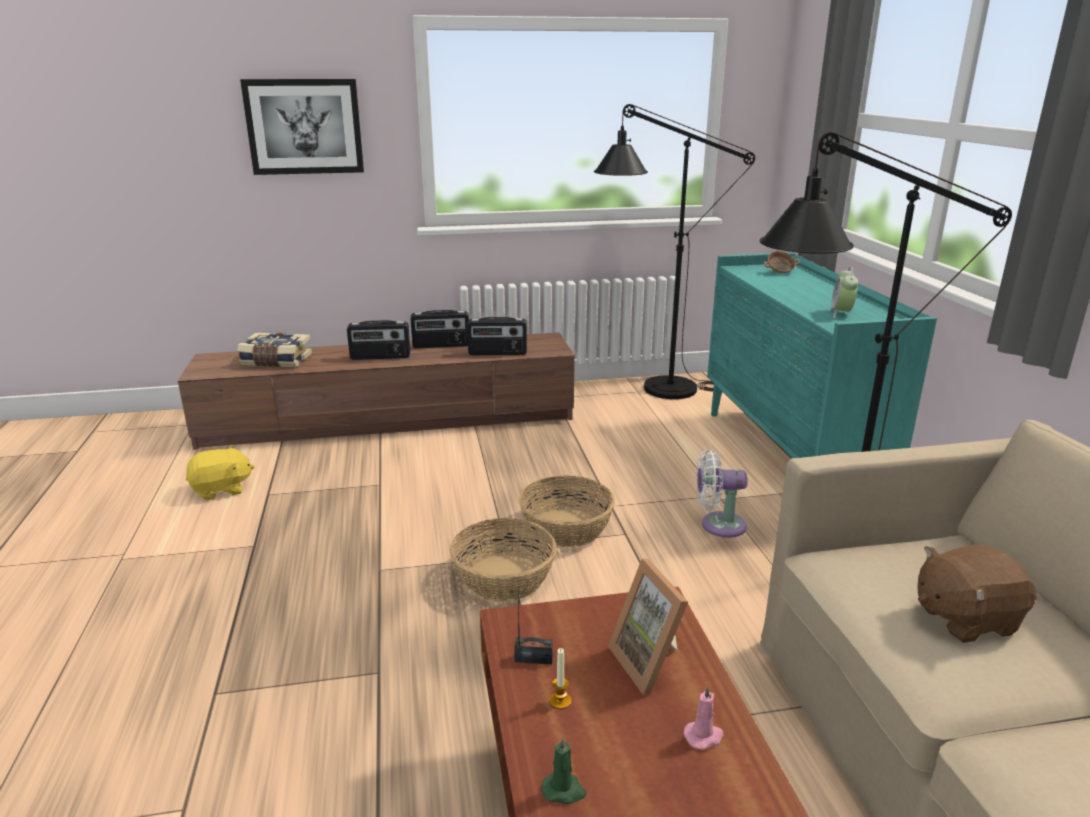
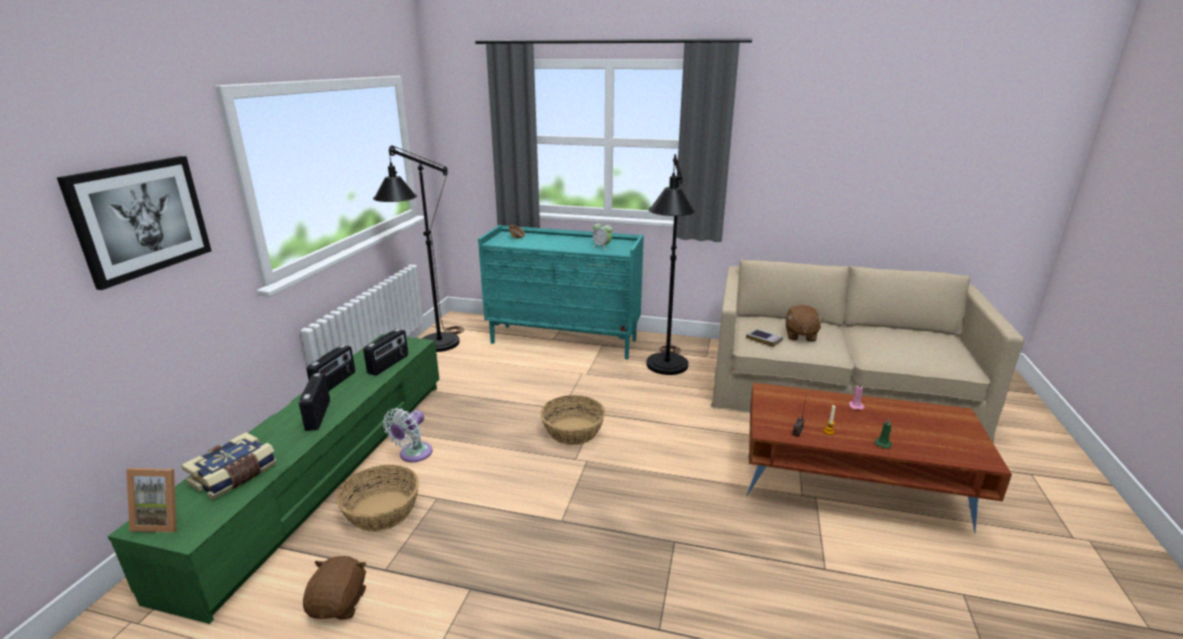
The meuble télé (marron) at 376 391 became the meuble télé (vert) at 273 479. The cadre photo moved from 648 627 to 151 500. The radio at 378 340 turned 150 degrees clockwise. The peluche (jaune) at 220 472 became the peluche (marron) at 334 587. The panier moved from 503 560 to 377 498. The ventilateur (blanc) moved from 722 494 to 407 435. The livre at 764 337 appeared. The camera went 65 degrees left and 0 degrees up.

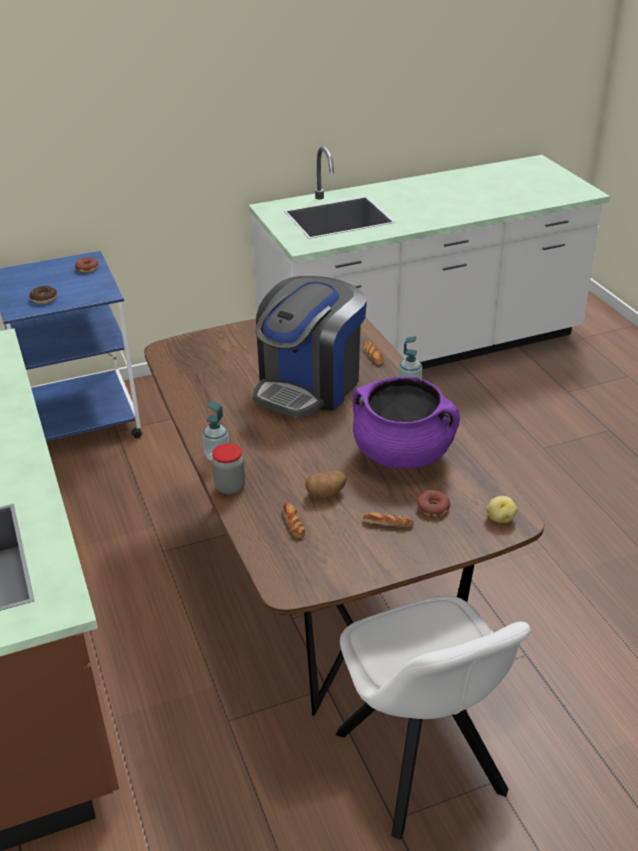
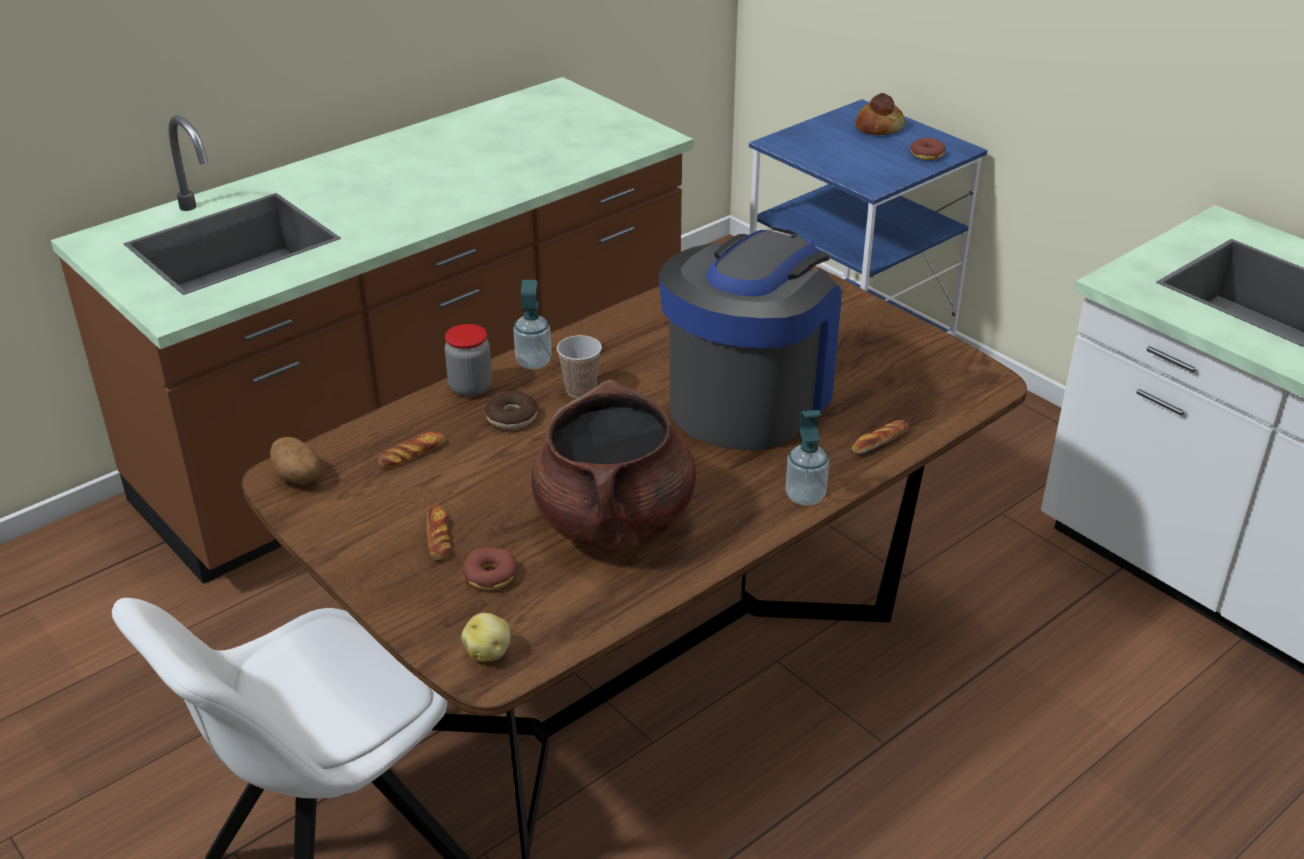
The pomme de terre moved from 326 484 to 295 461. The beignet moved from 43 295 to 511 410. The marmite (violet) at 406 422 became the marmite (marron) at 613 465. The tasse at 579 366 appeared. The machine à café at 310 347 turned 105 degrees clockwise. The pain at 880 114 appeared. The camera went 70 degrees right and 0 degrees up.

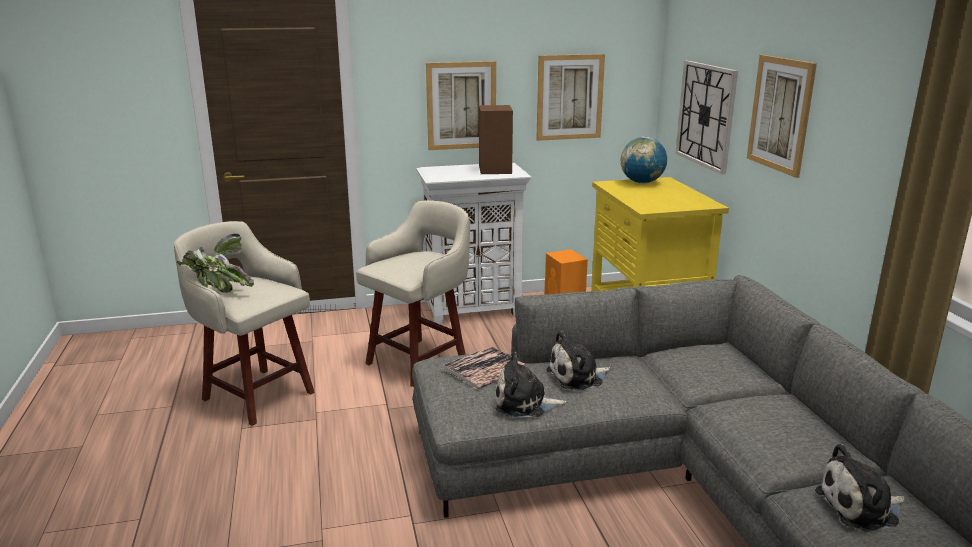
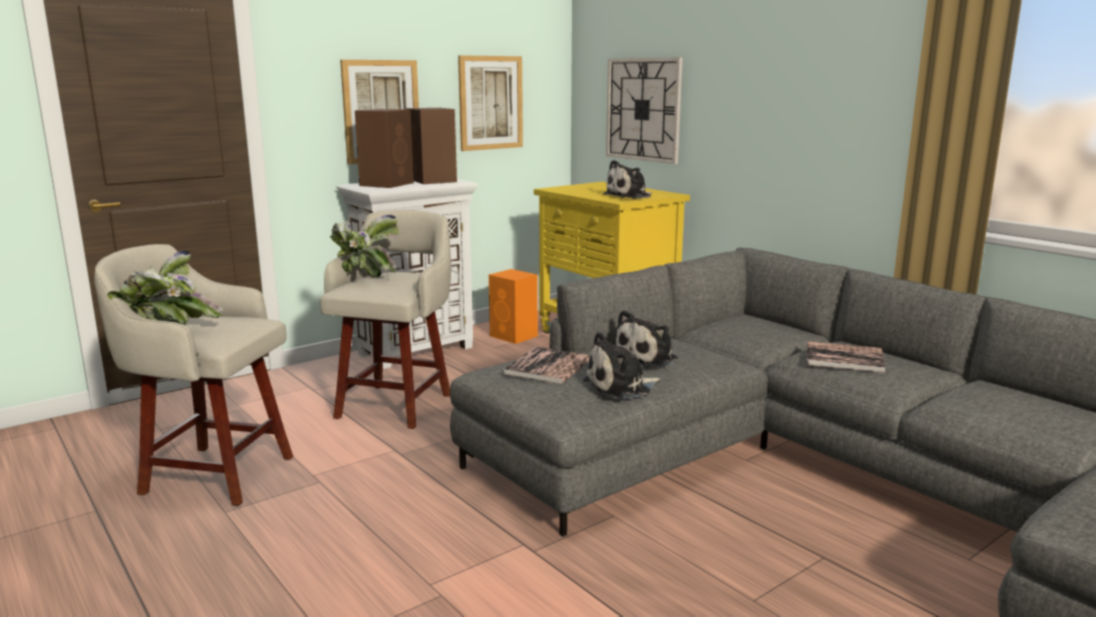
The plante en pot at 364 246 appeared. The enceinte (marron) at 384 148 appeared. The peluche moved from 860 487 to 627 179. The livre at 846 357 appeared. The globe at 644 160 disappeared. The tableau at 782 116 disappeared. The camera went 25 degrees left and 5 degrees down.

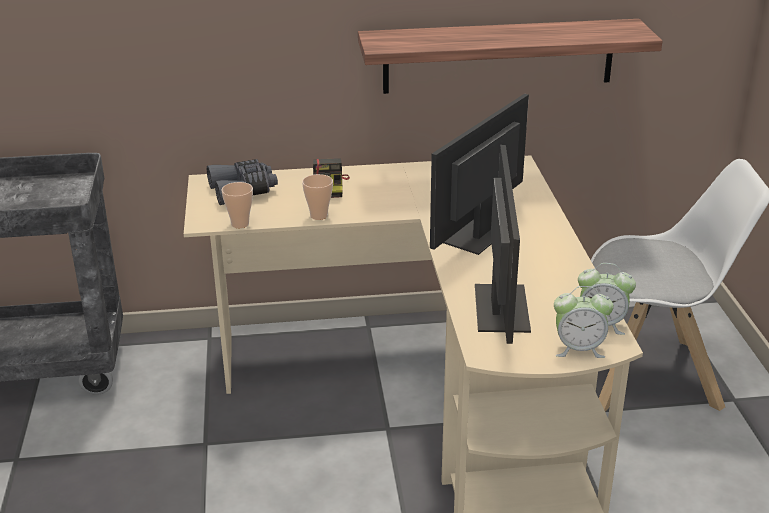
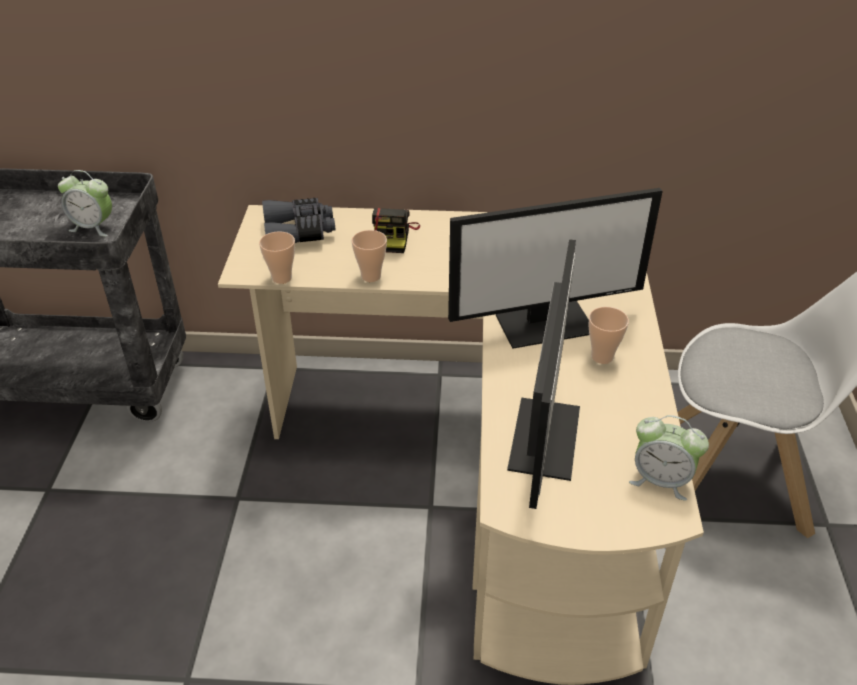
The réveil moved from 584 322 to 85 203. The écran d'ordinateur at 479 174 turned 150 degrees counterclockwise. The tasse at 608 335 appeared. The étagère at 510 56 disappeared. The camera went 10 degrees right and 10 degrees up.

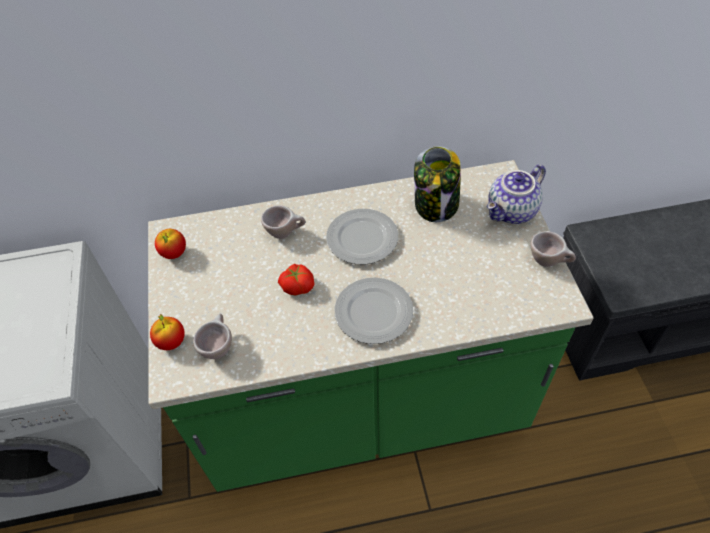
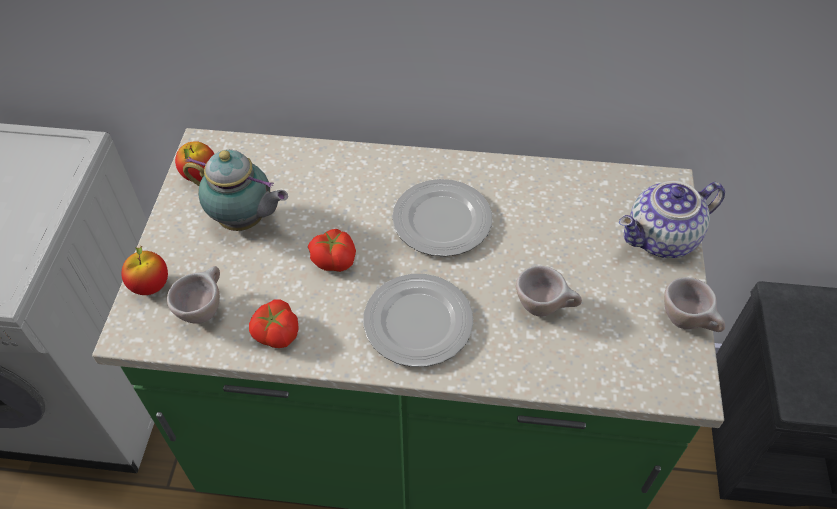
The théière at 235 190 appeared. The tomate at 273 323 appeared. The tasse (beige) moved from 283 222 to 549 291. The bocal at 437 184 disappeared. The camera went 15 degrees right and 0 degrees up.

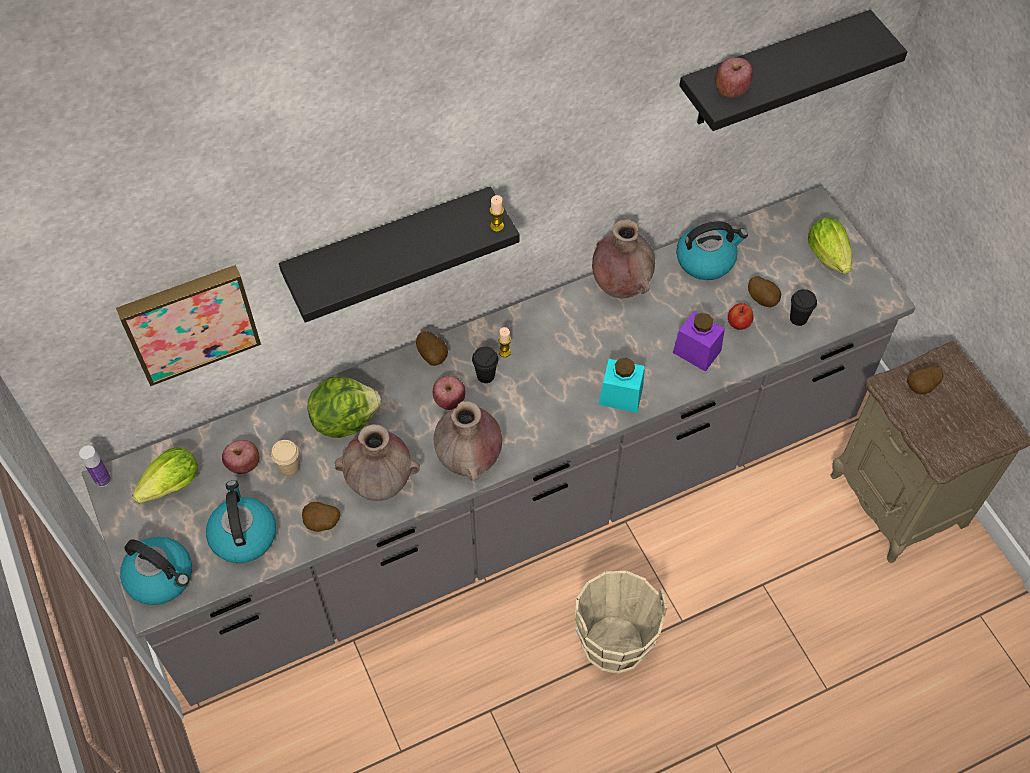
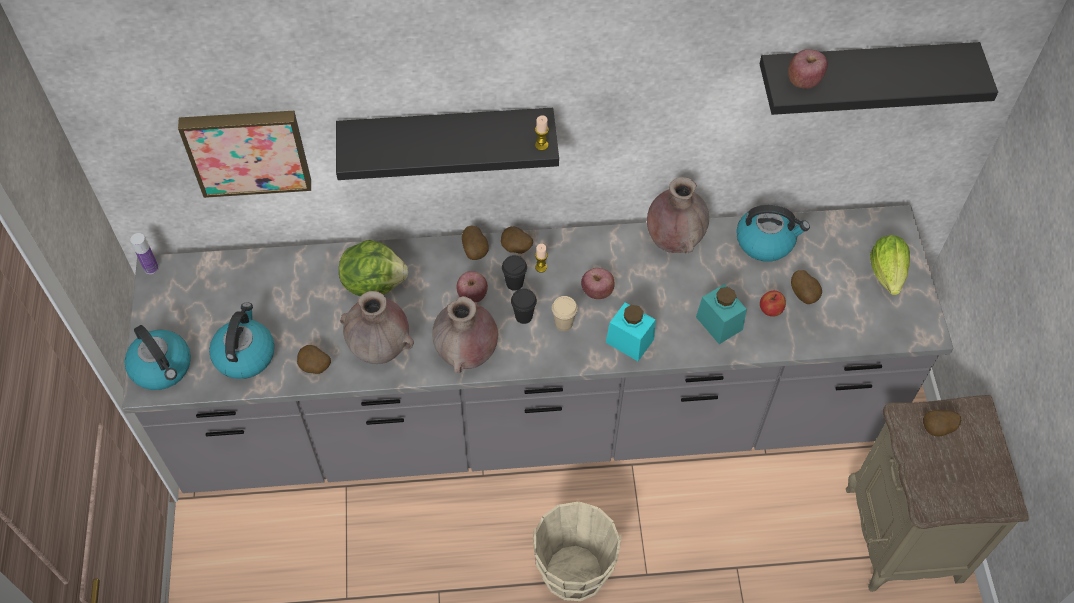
The pomme de terre at 517 240 appeared. The tasse (noir) moved from 803 307 to 524 306. The tasse (beige) moved from 285 458 to 565 313. The pomme moved from 240 457 to 597 283. The bocal (violet) at 699 342 became the bocal (turquoise) at 721 314. The laitue at 165 475 disappeared. The camera went 20 degrees right and 0 degrees up.

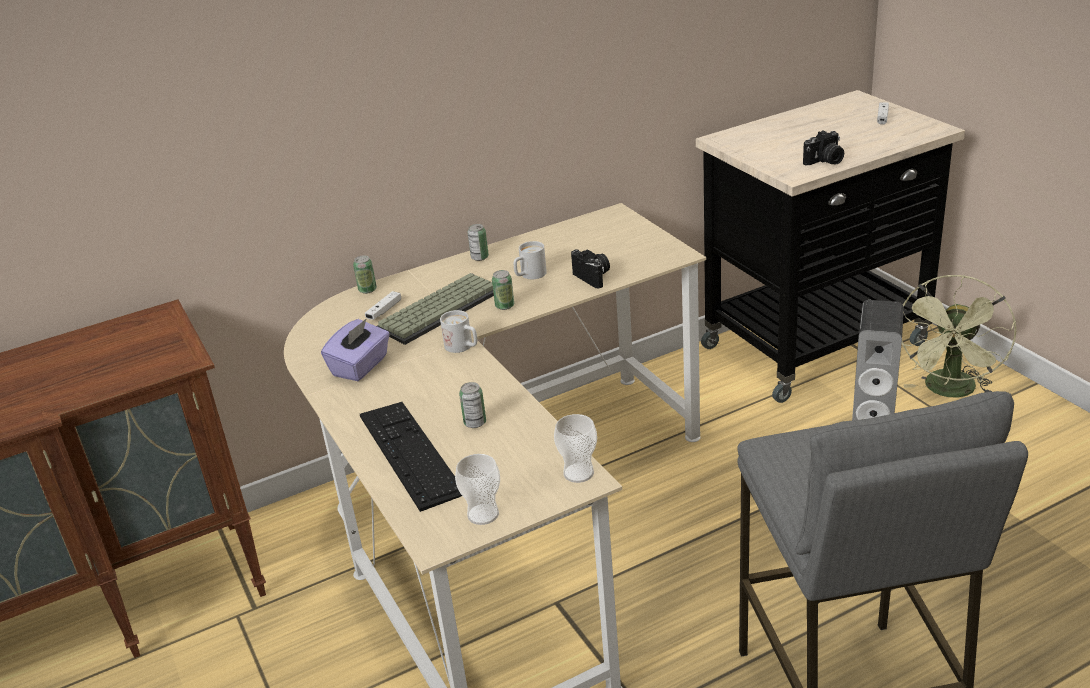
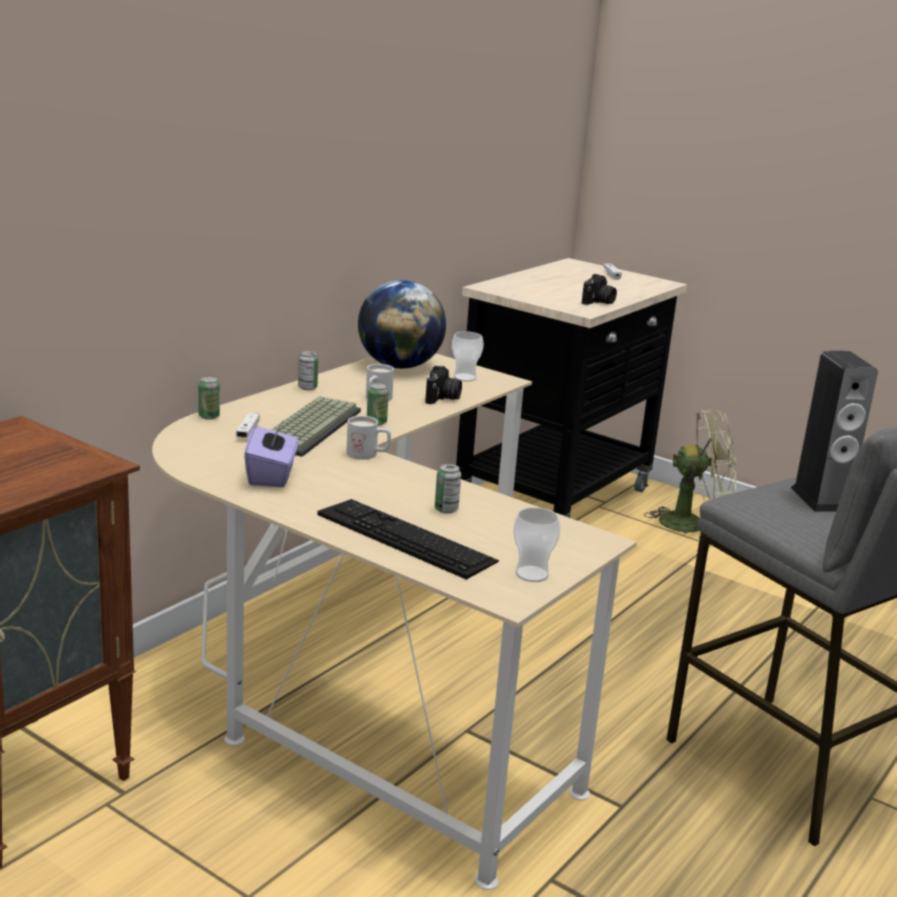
The globe at 402 324 appeared. The appareil photo at 590 268 turned 75 degrees clockwise. The tasse moved from 575 448 to 468 356. The ventilateur (vert) at 959 336 turned 90 degrees counterclockwise. The camera went 30 degrees left and 10 degrees down.

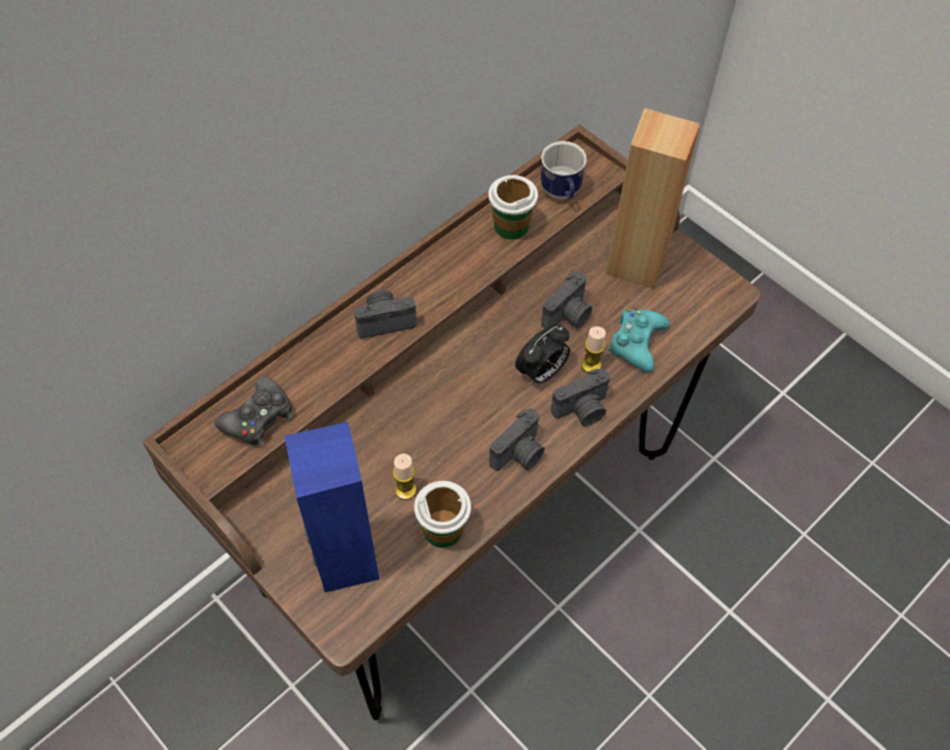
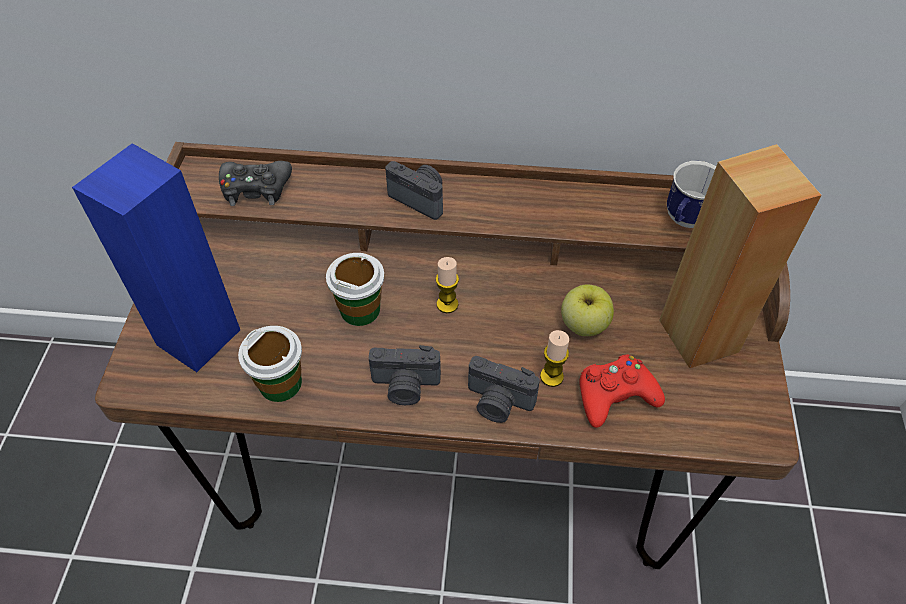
The tasse moved from 513 207 to 355 289. The bougie moved from 405 477 to 447 285. The appareil photo at 566 300 was replaced by the pomme at 587 310. The manette (turquoise) at 638 339 became the manette (rouge) at 622 391. The réveil at 542 354 disappeared. The camera went 50 degrees right and 5 degrees down.

